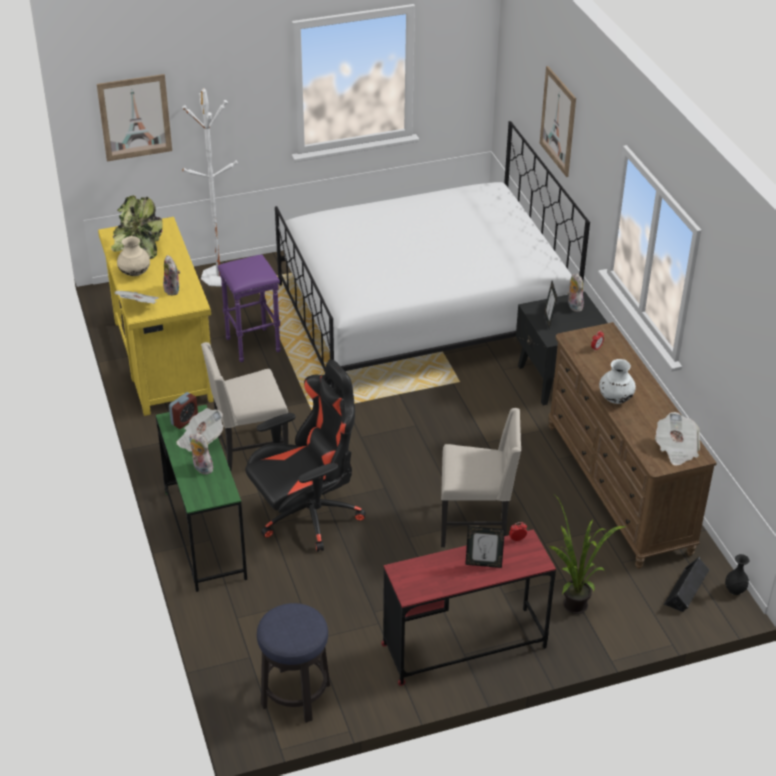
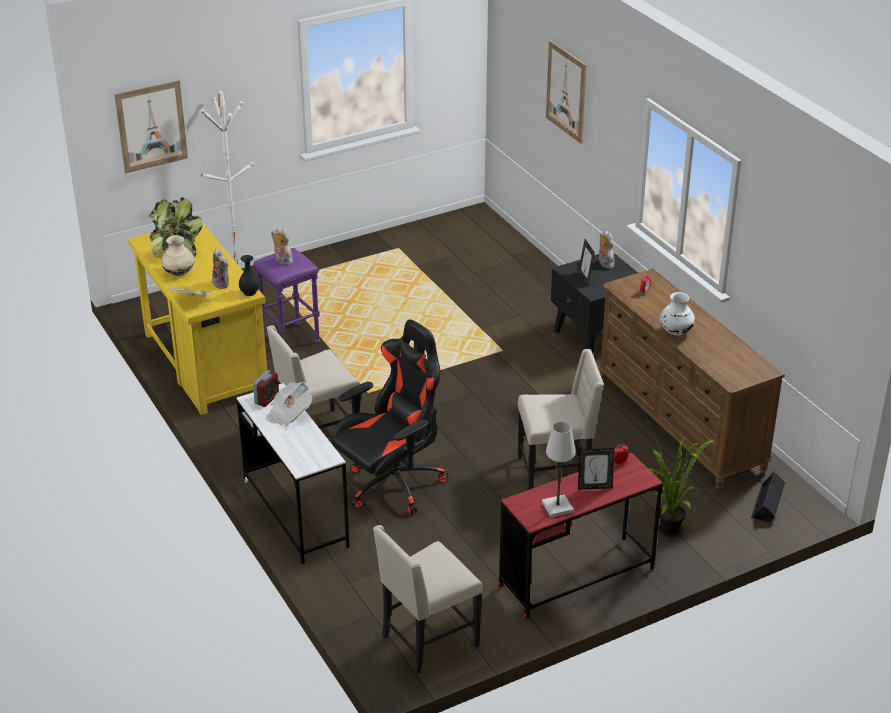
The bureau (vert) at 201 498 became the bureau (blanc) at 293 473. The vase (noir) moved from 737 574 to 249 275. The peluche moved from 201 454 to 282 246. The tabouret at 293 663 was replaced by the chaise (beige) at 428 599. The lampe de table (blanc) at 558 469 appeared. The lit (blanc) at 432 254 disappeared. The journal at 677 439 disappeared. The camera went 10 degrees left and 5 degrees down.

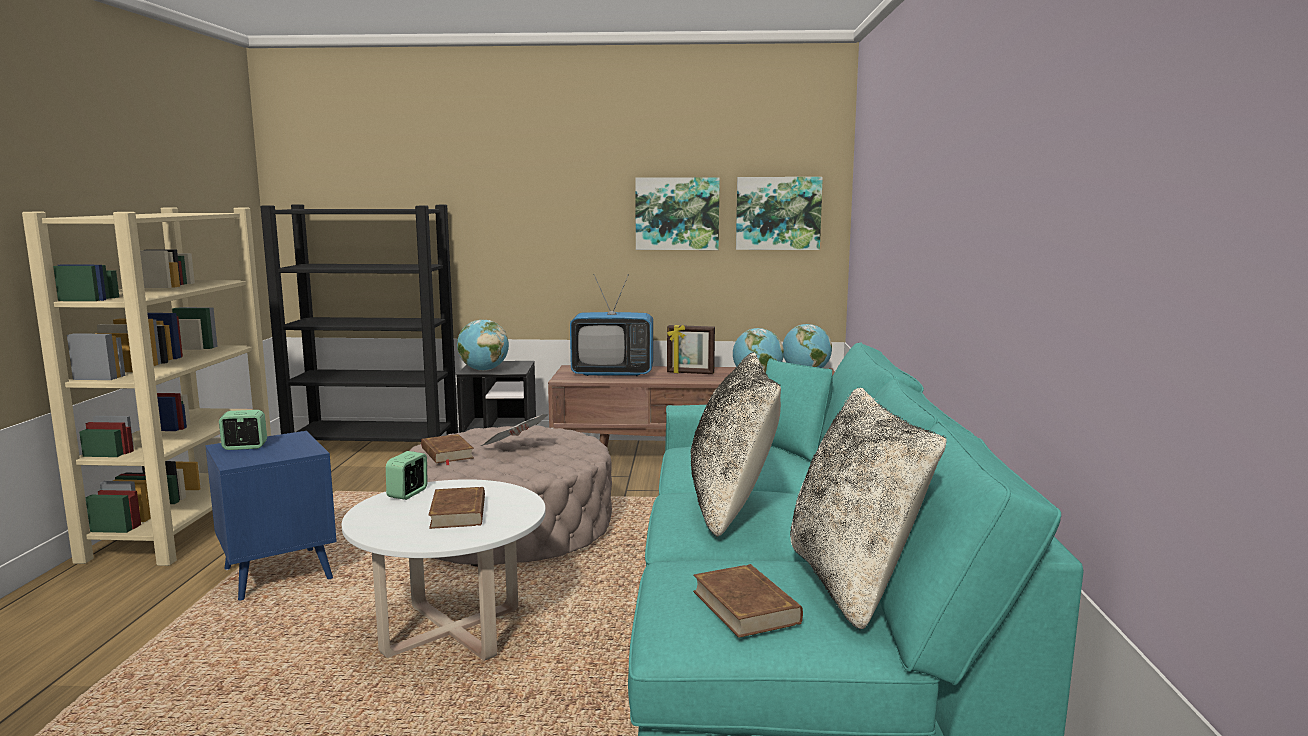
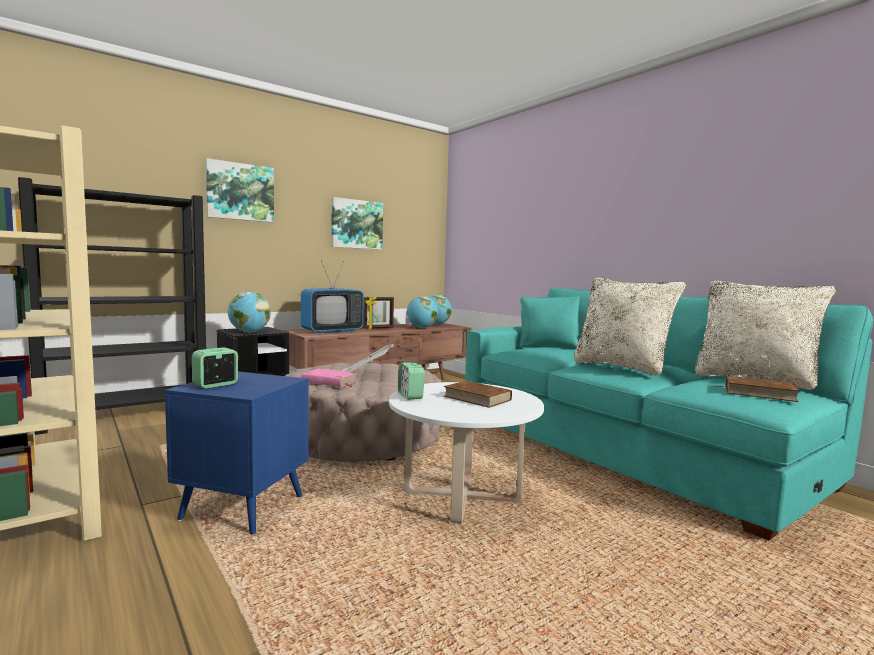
The tableau moved from 779 213 to 240 190. The livre (marron) at 447 449 became the livre (rose) at 329 377. The camera went 40 degrees left and 5 degrees down.

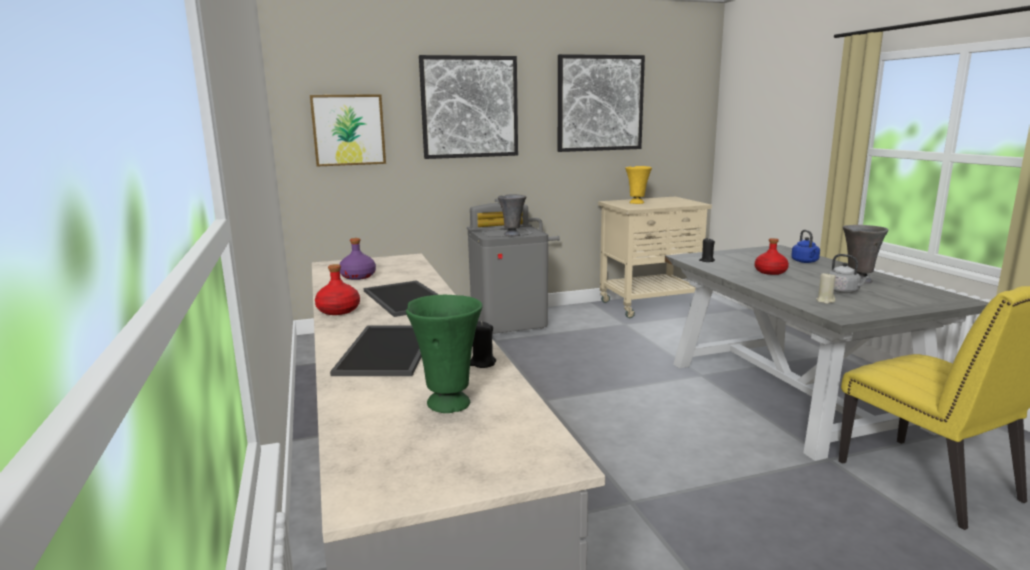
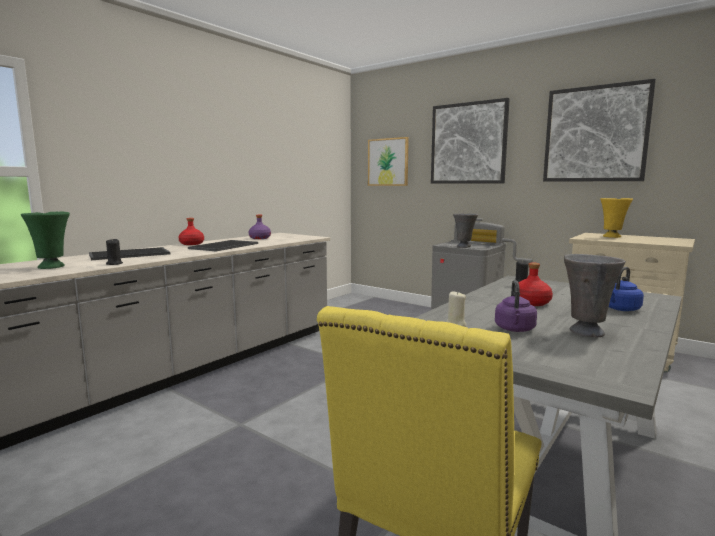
The bouilloire (gris) at 849 273 became the bouilloire (violet) at 516 306. The camera went 55 degrees right and 5 degrees down.

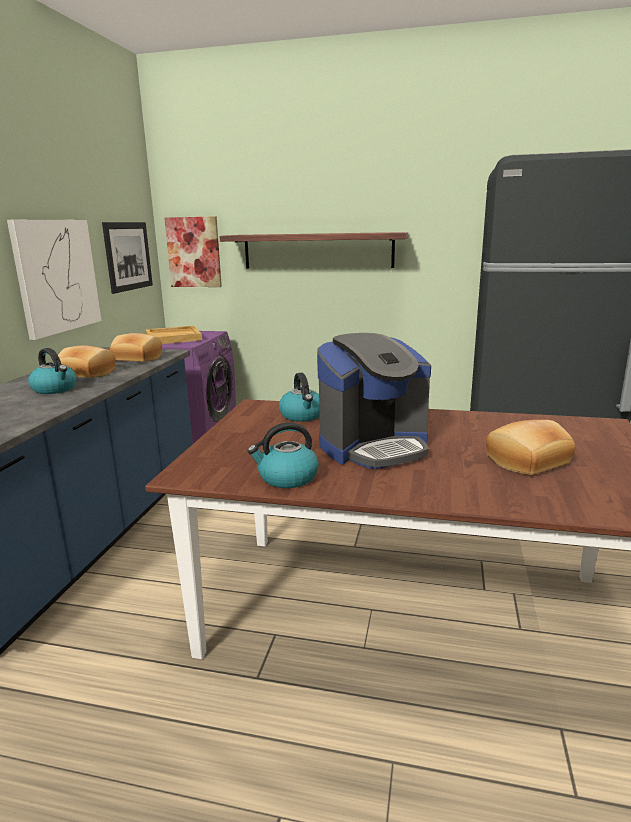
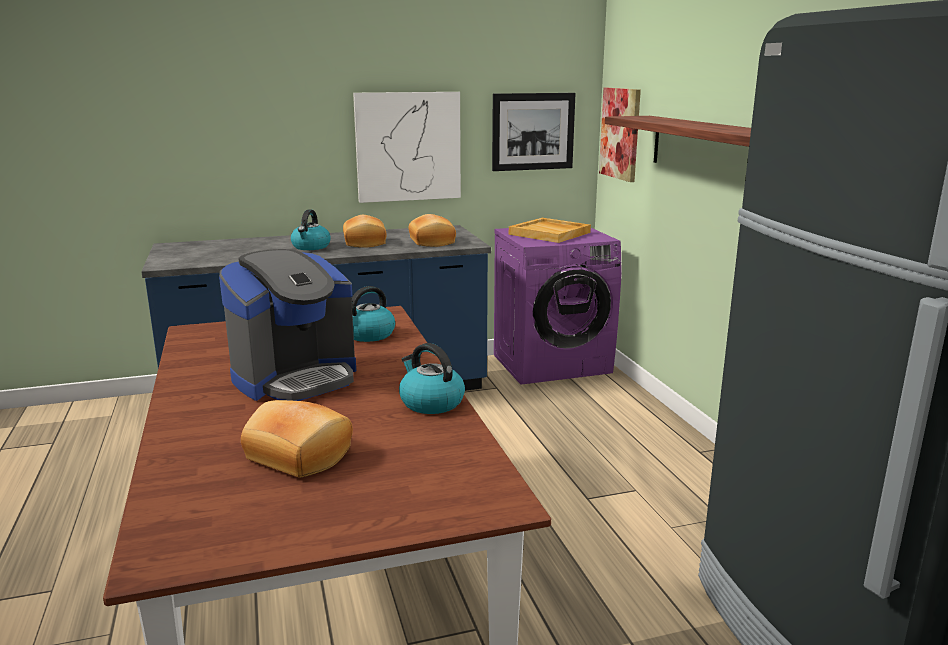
The machine à café at 374 401 turned 75 degrees counterclockwise. The bouilloire moved from 283 455 to 432 378. The camera went 60 degrees right and 0 degrees up.

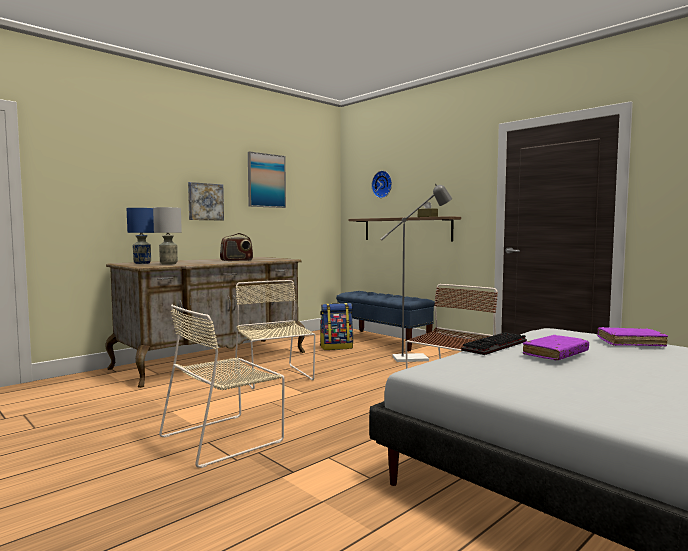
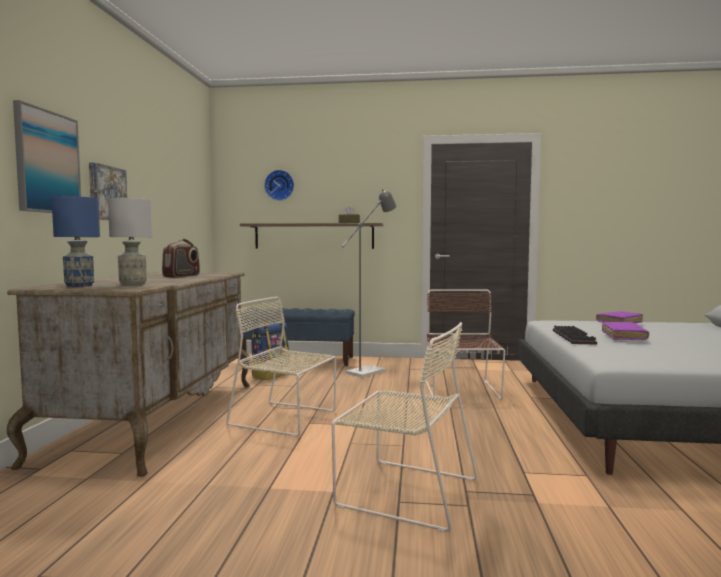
The tableau moved from 267 179 to 47 156. The chaise (beige) at 222 386 turned 75 degrees counterclockwise. The camera went 40 degrees left and 0 degrees up.

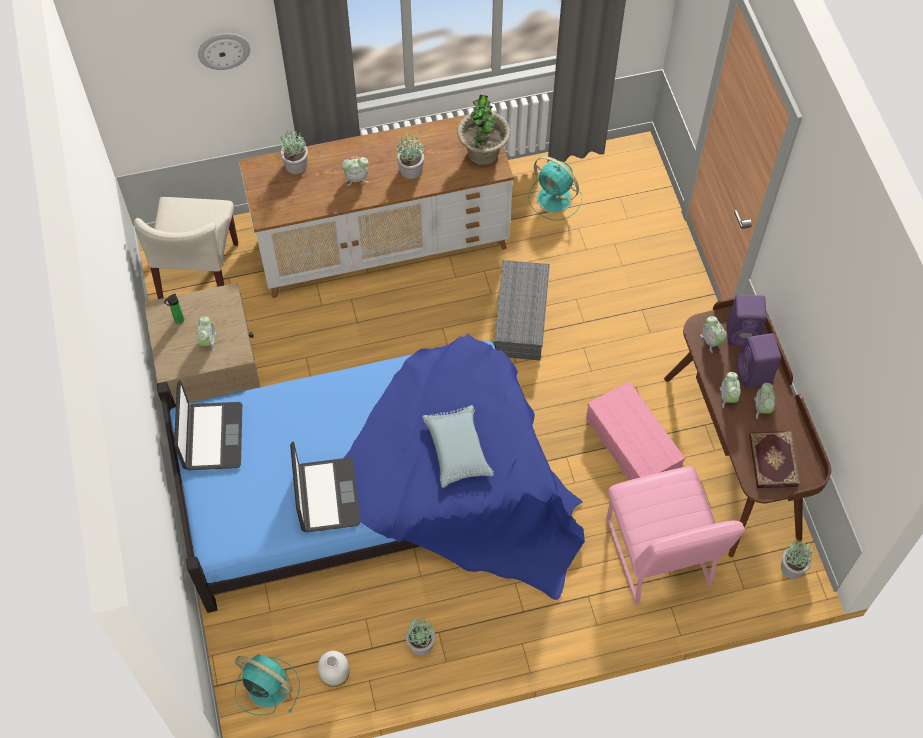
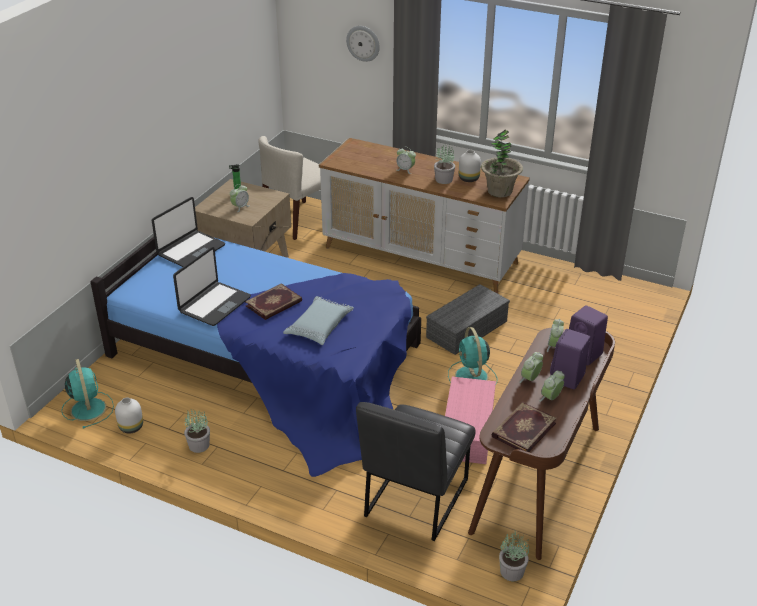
The livre at 273 301 appeared. The chaise (rose) at 675 535 became the chaise (gris) at 416 471. The ventilateur (turquoise) moved from 555 188 to 472 355. The vase (blanc) at 470 166 appeared. The plante en pot at 294 151 disappeared. The camera went 40 degrees right and 25 degrees down.

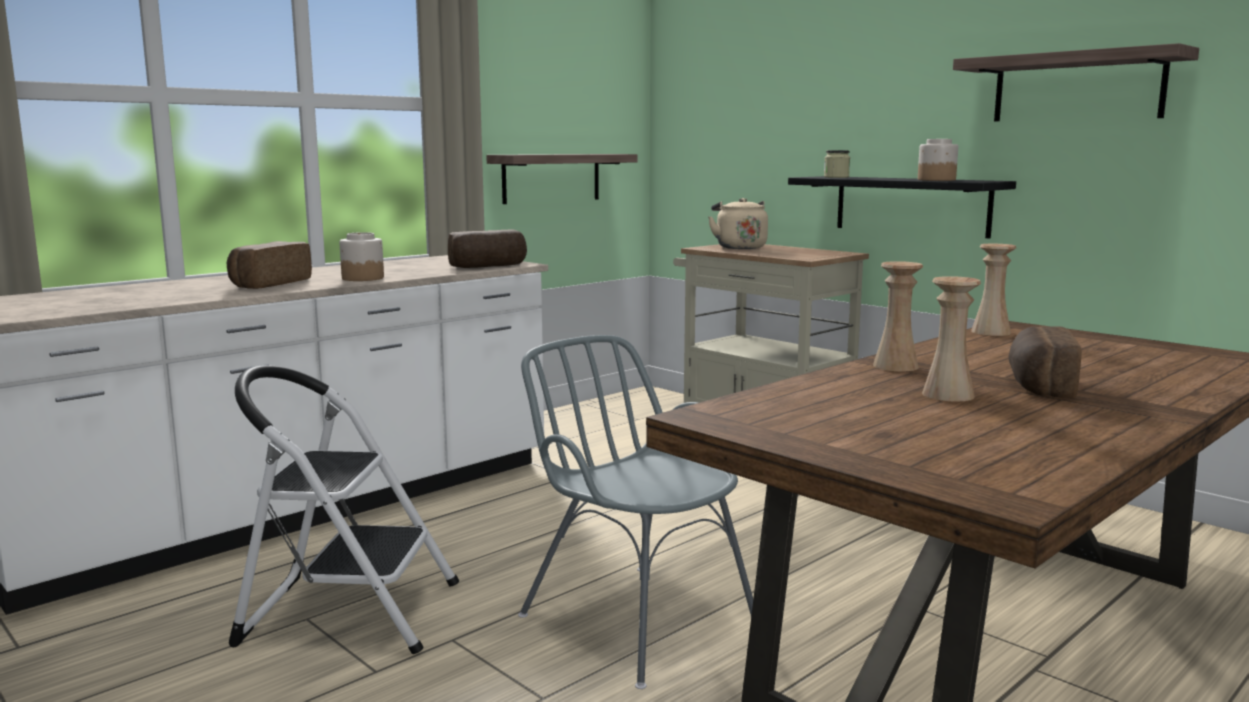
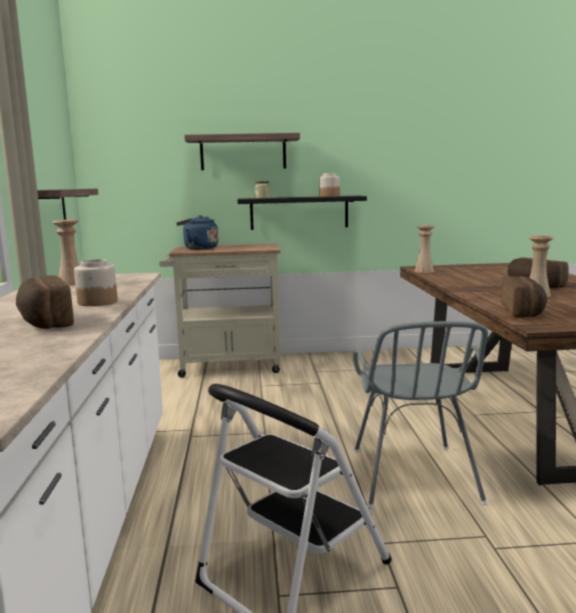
The vase (beige) moved from 898 316 to 66 252. The bouilloire (beige) at 738 223 became the bouilloire (bleu) at 197 232. The étagère moved from 1076 82 to 242 151. The chaise (gris) at 635 512 turned 90 degrees counterclockwise. The pain moved from 487 248 to 524 296. The camera went 50 degrees left and 0 degrees up.

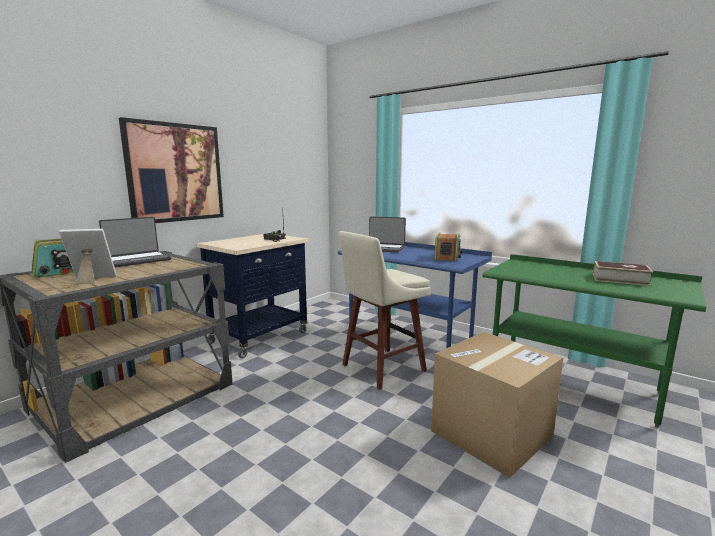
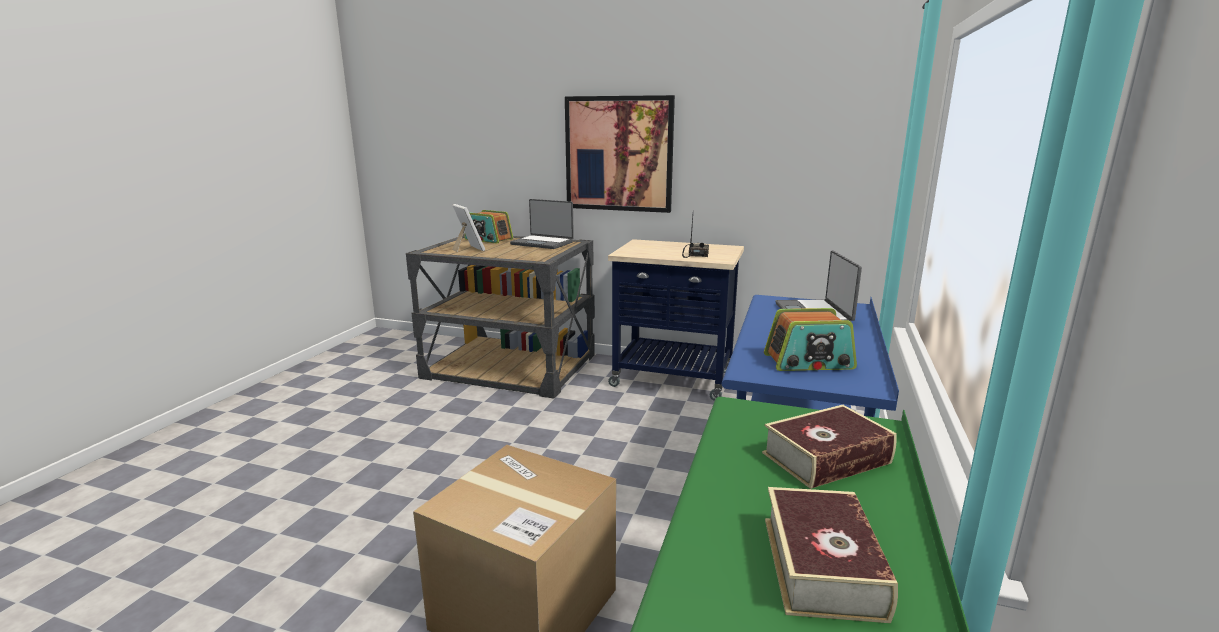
The livre at 829 447 appeared. The tabouret (beige) at 384 310 disappeared. The camera went 70 degrees right and 5 degrees up.

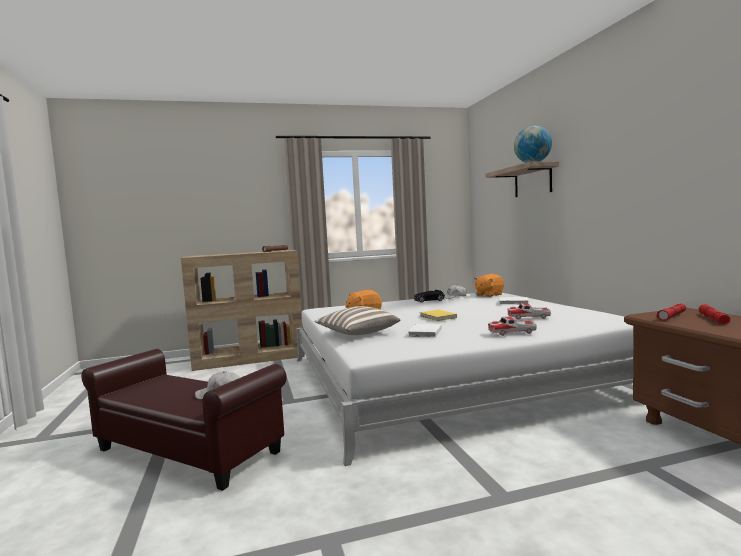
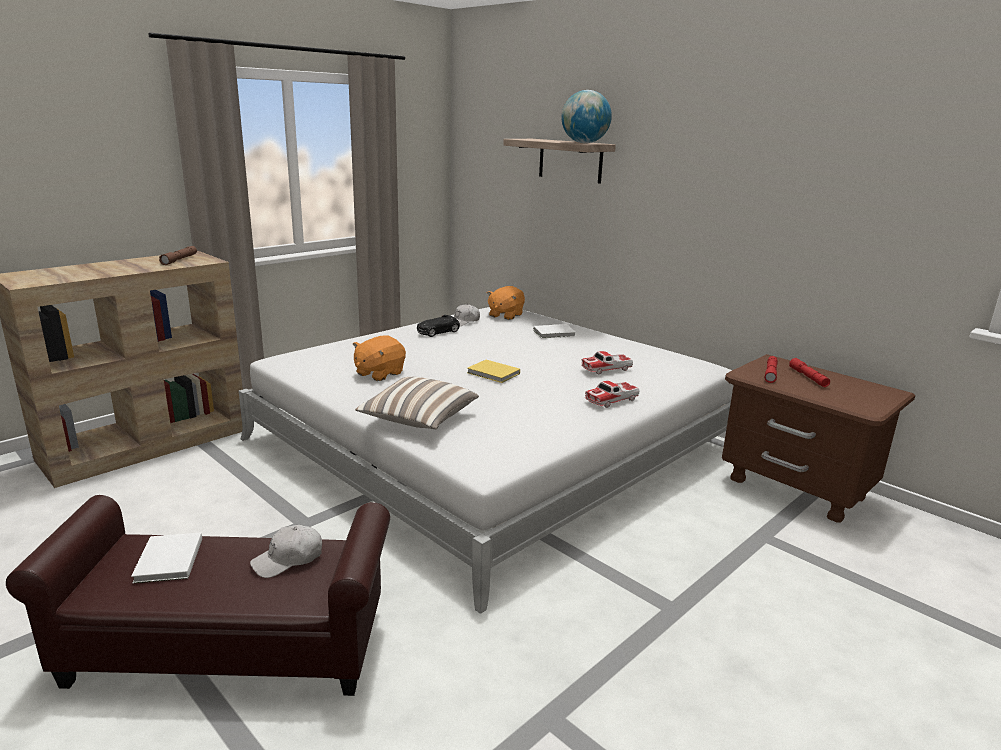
The livre (blanc) moved from 425 330 to 166 558. The camera went 30 degrees left and 15 degrees up.

